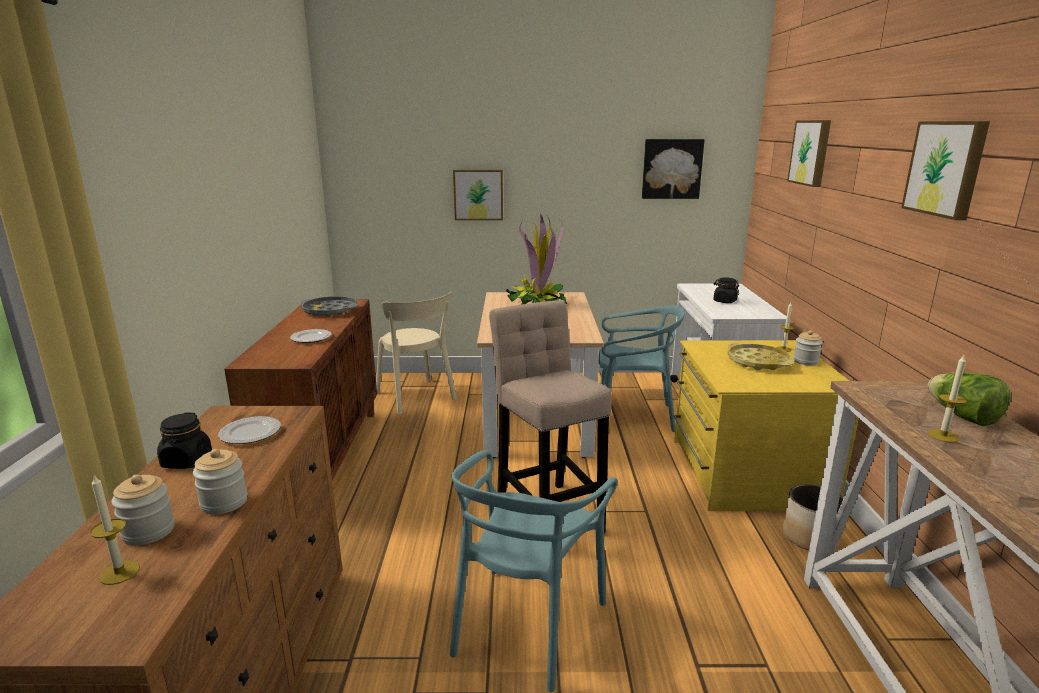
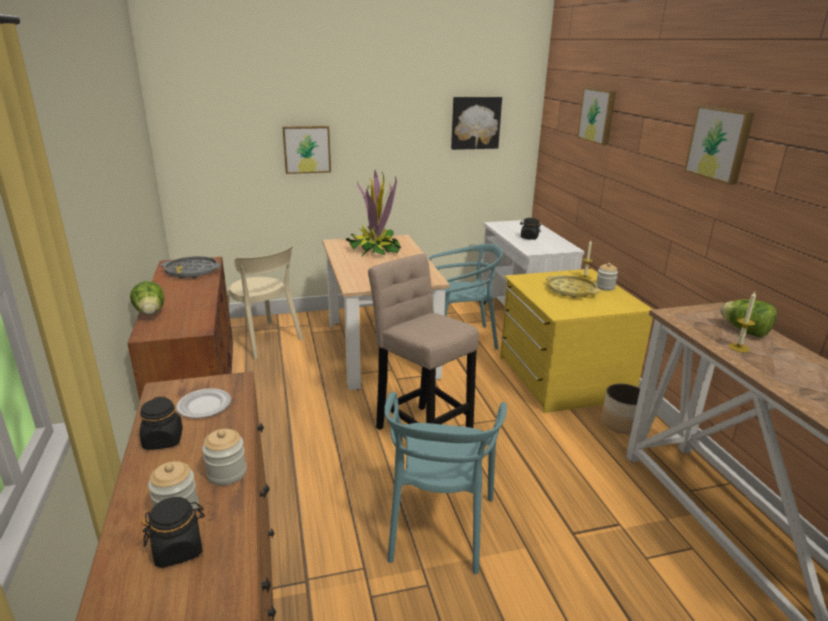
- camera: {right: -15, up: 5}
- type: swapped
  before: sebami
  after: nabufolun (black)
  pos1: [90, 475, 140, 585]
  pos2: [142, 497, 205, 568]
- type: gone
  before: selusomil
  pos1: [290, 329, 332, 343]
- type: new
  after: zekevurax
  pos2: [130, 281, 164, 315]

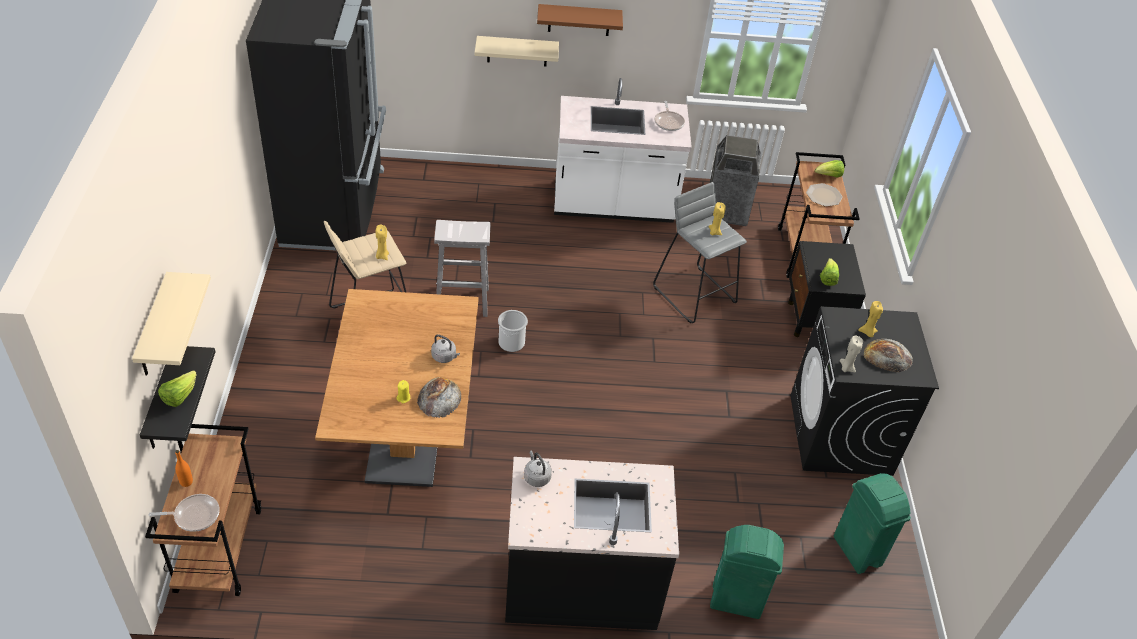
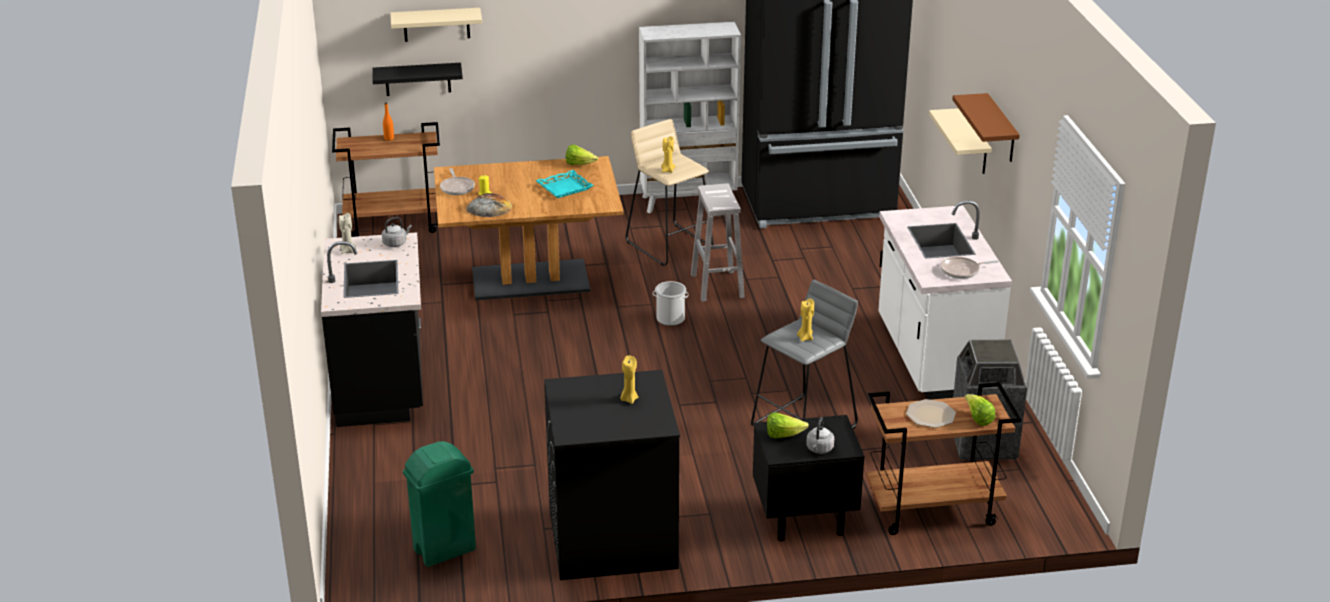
- camera: {right: 85, up: -15}
- type: shifted
  before: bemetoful
  pos1: [149, 494, 220, 532]
  pos2: [440, 168, 475, 195]
- type: shifted
  before: zekevurax
  pos1: [158, 370, 197, 407]
  pos2: [566, 145, 598, 165]
- type: shifted
  before: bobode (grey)
  pos1: [431, 334, 460, 363]
  pos2: [806, 417, 834, 454]
- type: gone
  before: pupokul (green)
  pos1: [710, 525, 784, 619]
- type: shifted
  before: sebami (beige)
  pos1: [840, 336, 863, 372]
  pos2: [339, 213, 356, 254]
- type: gone
  before: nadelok
  pos1: [864, 339, 913, 372]
- type: new
  after: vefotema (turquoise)
  pos2: [535, 170, 594, 198]
- type: new
  after: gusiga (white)
  pos2: [639, 22, 741, 213]

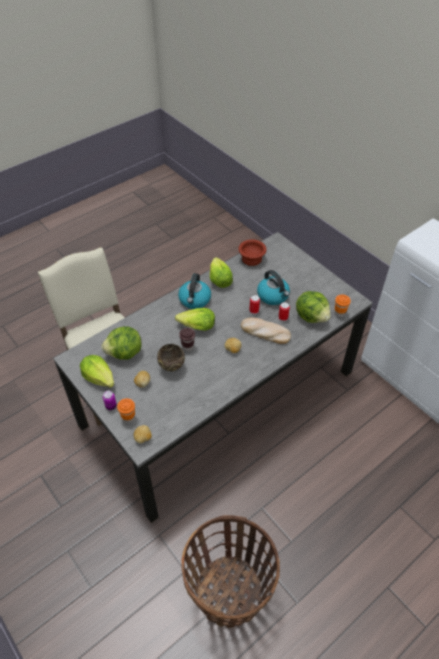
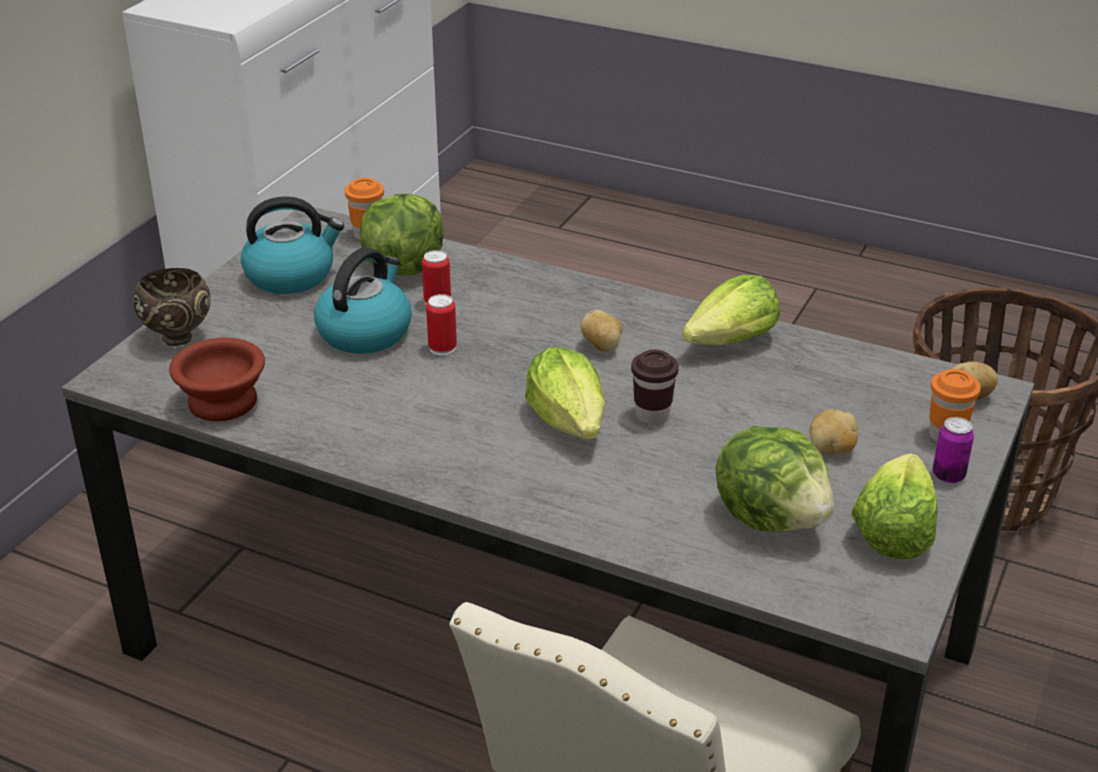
- camera: {right: -115, up: -15}
- type: shifted
  before: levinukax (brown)
  pos1: [157, 344, 185, 372]
  pos2: [133, 268, 211, 346]
- type: shifted
  before: bobode
  pos1: [178, 273, 211, 309]
  pos2: [241, 196, 344, 294]
- type: shifted
  before: zekevurax
  pos1: [210, 257, 233, 288]
  pos2: [682, 275, 780, 345]
- type: gone
  before: nadelok
  pos1: [241, 317, 291, 344]

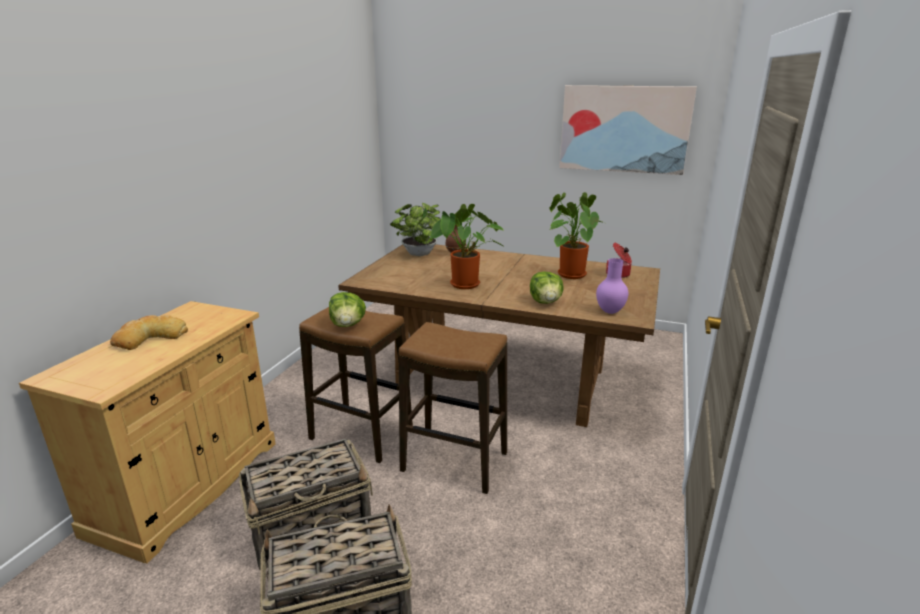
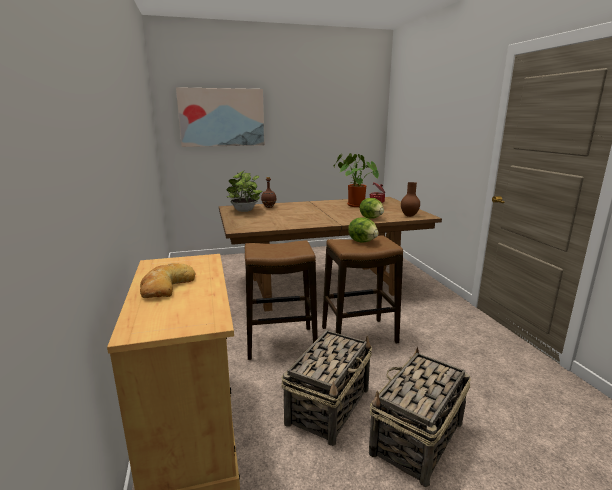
- camera: {right: -35, up: -5}
- type: shifted
  before: zekevurax
  pos1: [329, 292, 366, 327]
  pos2: [348, 217, 379, 243]
- type: gone
  before: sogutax
  pos1: [415, 204, 506, 289]
- type: shifted
  before: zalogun
  pos1: [559, 85, 697, 175]
  pos2: [176, 87, 265, 147]
- type: repainted
  before: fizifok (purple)
  after: fizifok (brown)
  pos1: [596, 258, 628, 314]
  pos2: [401, 182, 420, 217]

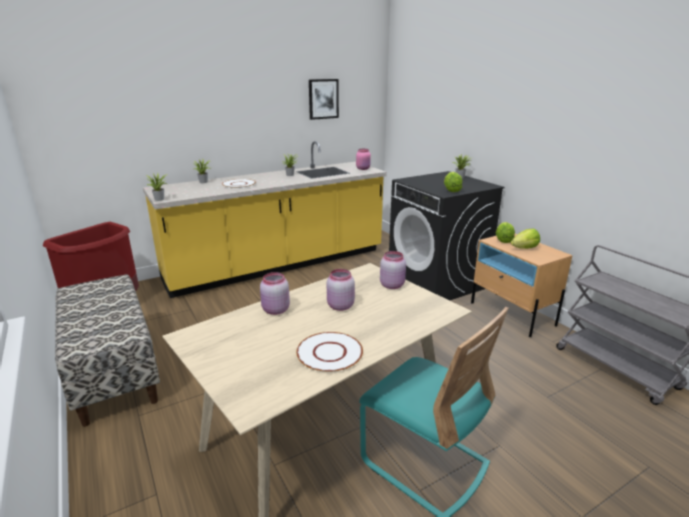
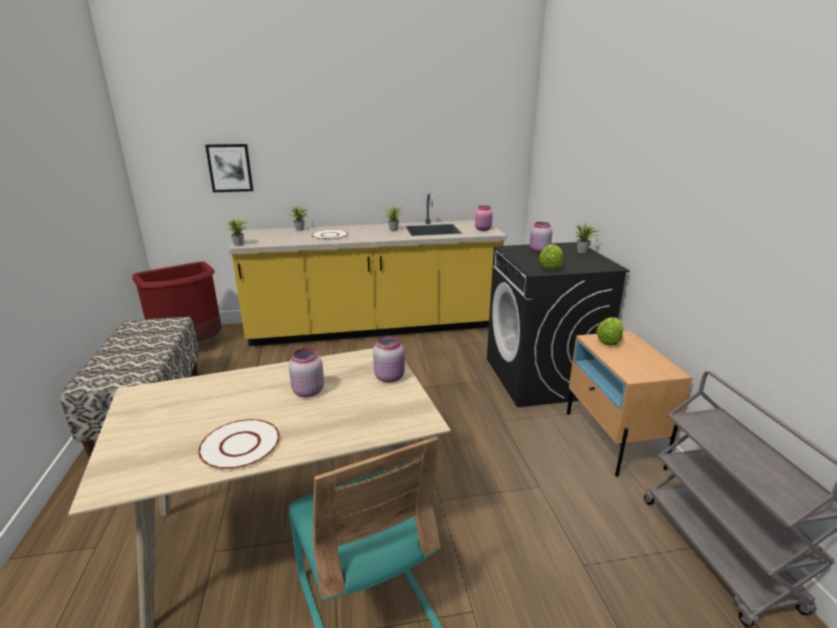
- camera: {right: 20, up: 0}
- type: shifted
  before: nabufolun (pink)
  pos1: [260, 272, 290, 315]
  pos2: [530, 222, 552, 253]
- type: shifted
  before: zalogun
  pos1: [309, 79, 339, 120]
  pos2: [205, 144, 253, 192]
- type: gone
  before: zekevurax
  pos1: [511, 229, 540, 249]

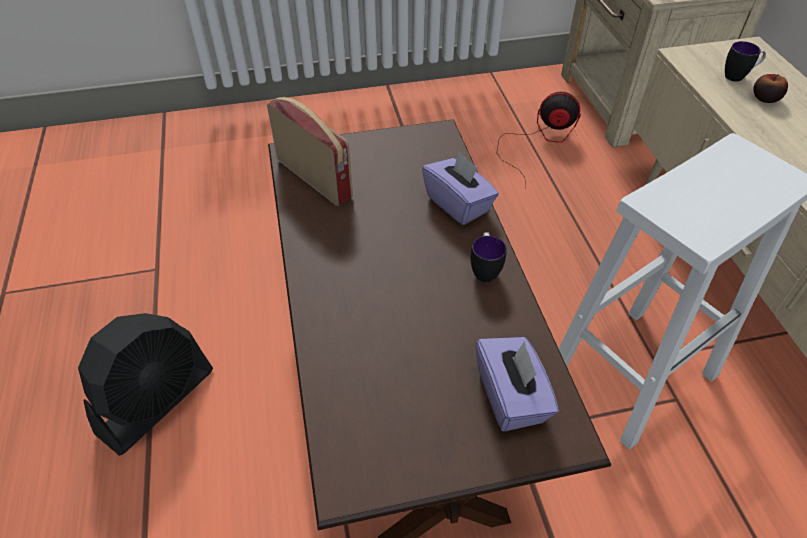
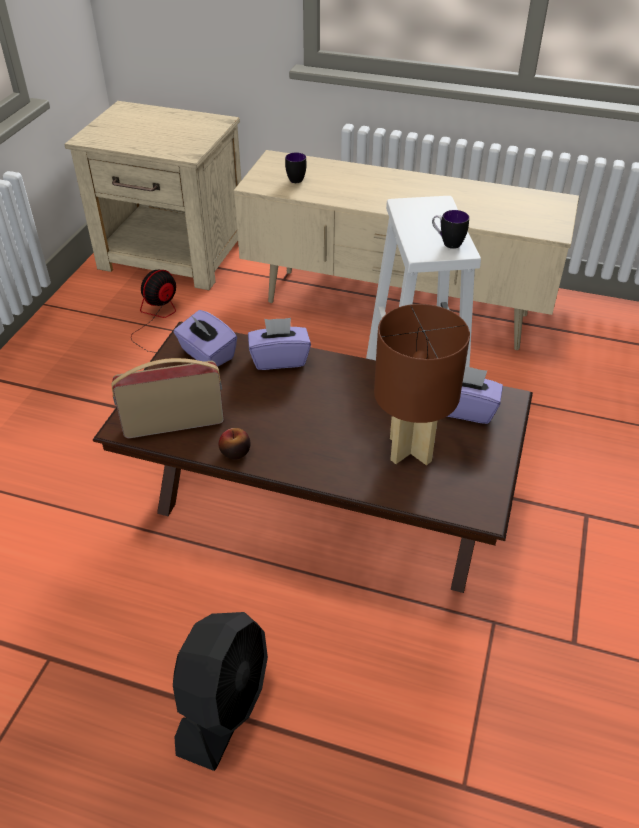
- camera: {right: -60, up: -5}
- type: rotated
  before: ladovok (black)
  pos1: [78, 313, 213, 456]
  pos2: [173, 612, 268, 771]
  turn: 45
- type: shifted
  before: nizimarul
  pos1: [471, 232, 507, 283]
  pos2: [432, 210, 469, 249]
- type: shifted
  before: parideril
  pos1: [754, 74, 788, 103]
  pos2: [219, 428, 250, 460]
- type: new
  after: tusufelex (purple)
  pos2: [174, 310, 237, 367]
- type: new
  after: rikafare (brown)
  pos2: [374, 304, 470, 465]

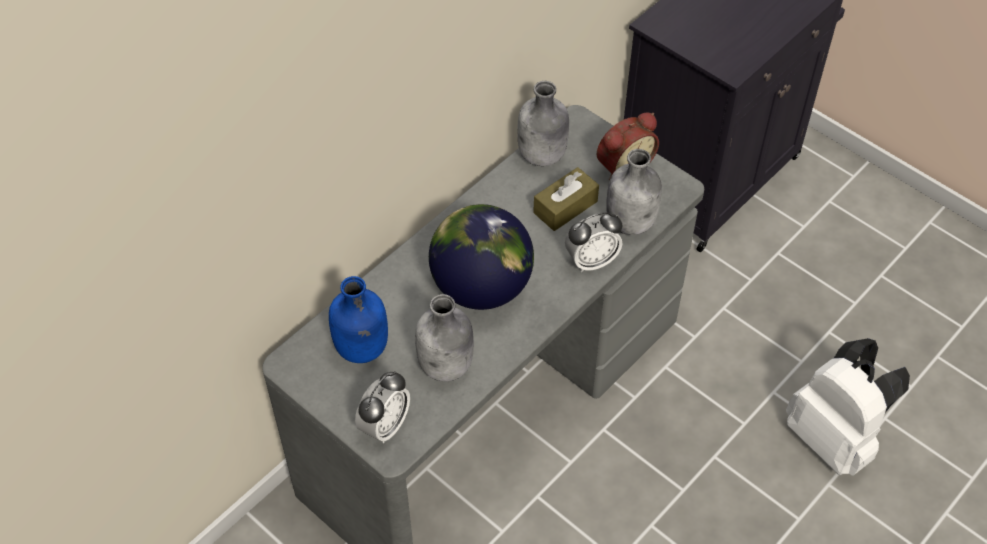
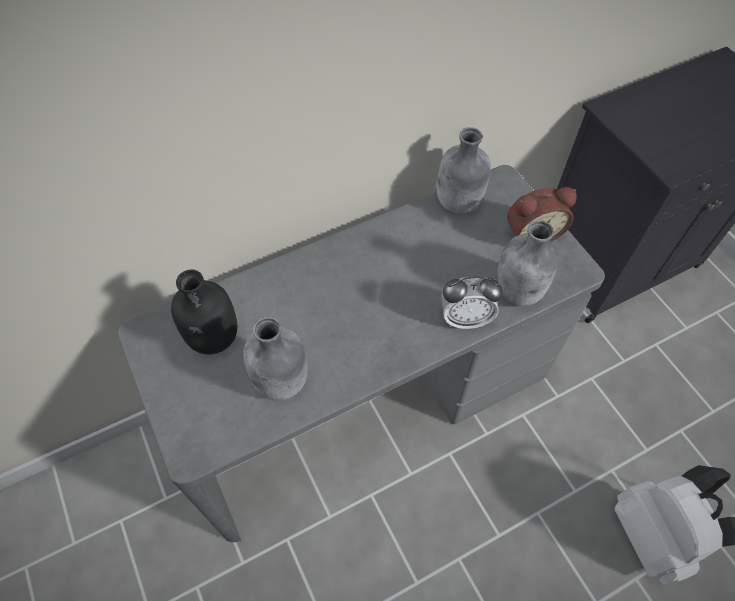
- camera: {right: 20, up: 5}
- type: repainted
  before: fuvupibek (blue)
  after: fuvupibek (black)
  pos1: [329, 276, 388, 363]
  pos2: [171, 270, 237, 355]
- type: gone
  before: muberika
  pos1: [355, 371, 410, 443]
- type: gone
  before: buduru
  pos1: [429, 204, 534, 310]
- type: gone
  before: tusufelex (brown)
  pos1: [533, 167, 599, 231]

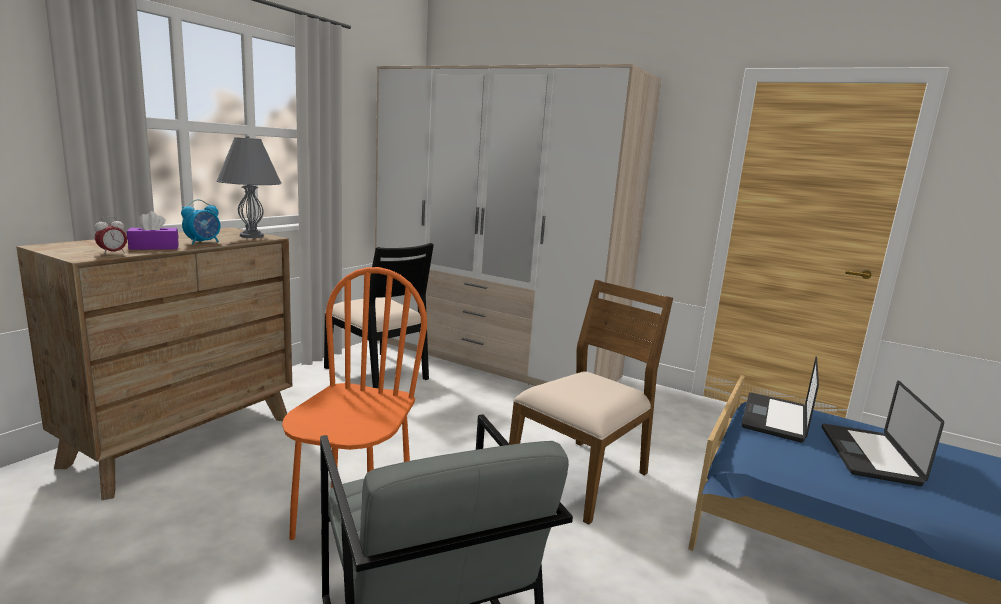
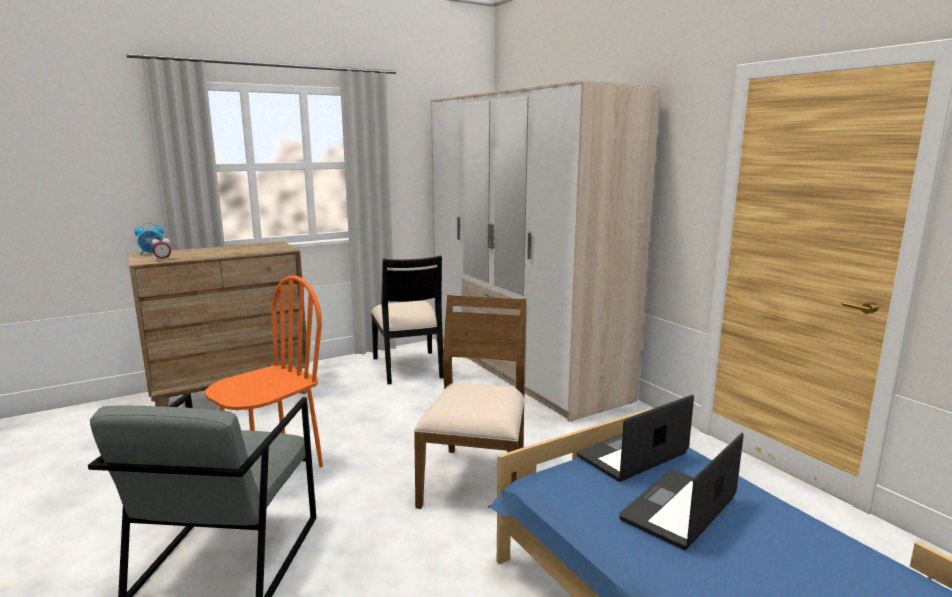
- camera: {right: 30, up: 0}
- type: gone
  before: tusufelex (purple)
  pos1: [127, 211, 179, 250]
- type: shifted
  before: muberika
  pos1: [181, 199, 221, 245]
  pos2: [135, 222, 164, 255]
- type: gone
  before: rikafare (grey)
  pos1: [216, 136, 282, 238]
- type: rotated
  before: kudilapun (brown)
  pos1: [509, 280, 673, 525]
  pos2: [414, 295, 526, 509]
  turn: -60

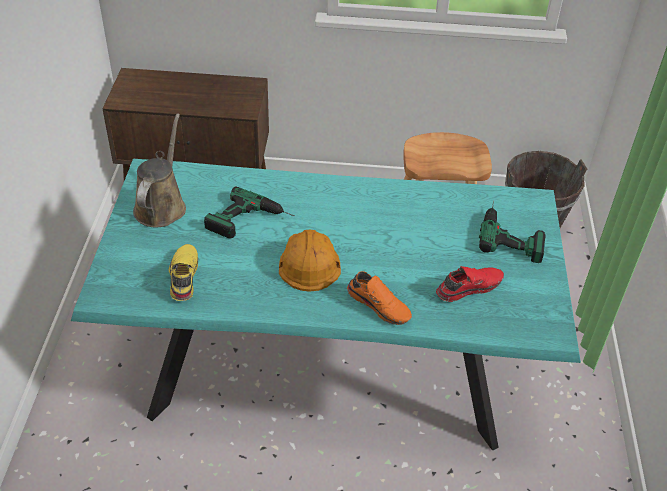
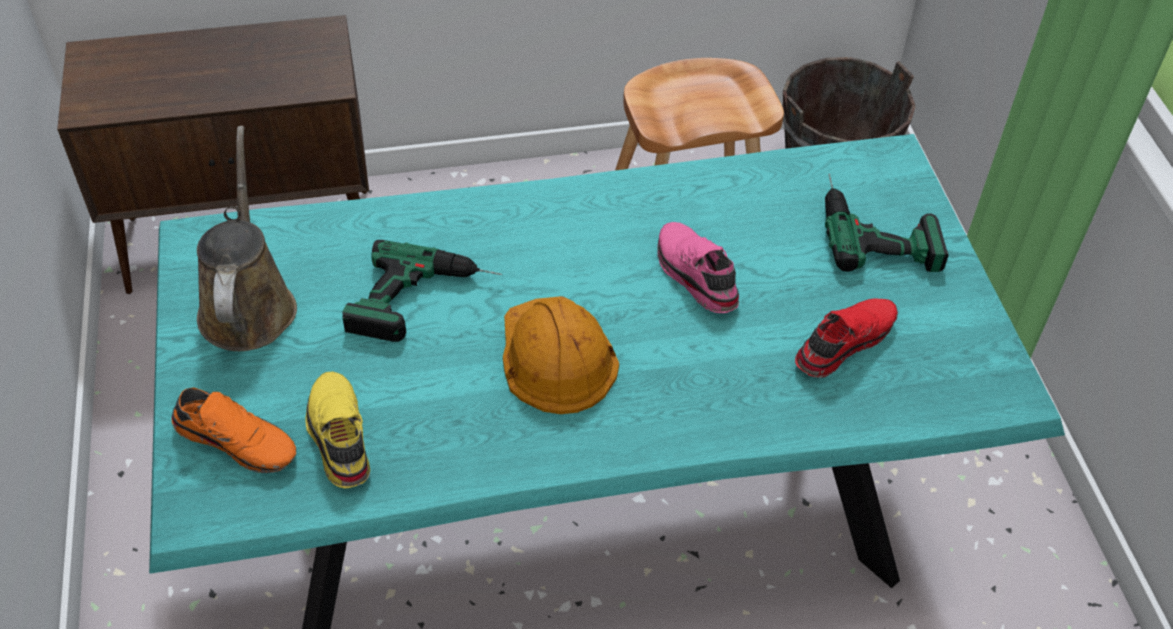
- camera: {right: -15, up: 5}
- type: shifted
  before: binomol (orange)
  pos1: [347, 271, 412, 325]
  pos2: [172, 387, 296, 473]
- type: new
  after: binomol (pink)
  pos2: [657, 222, 739, 313]

